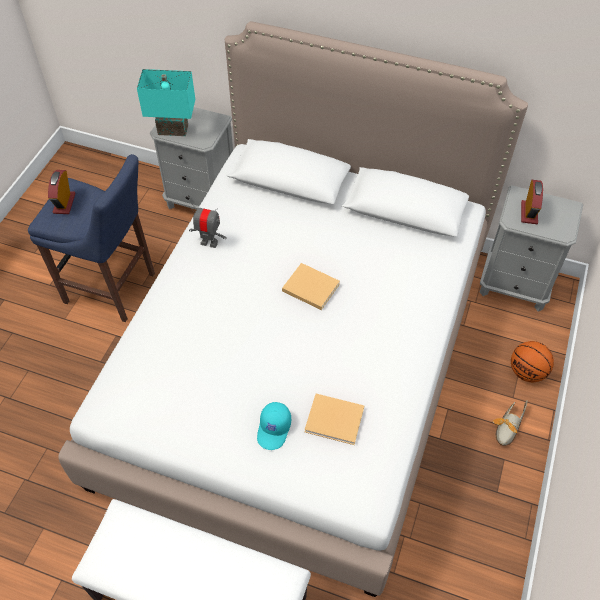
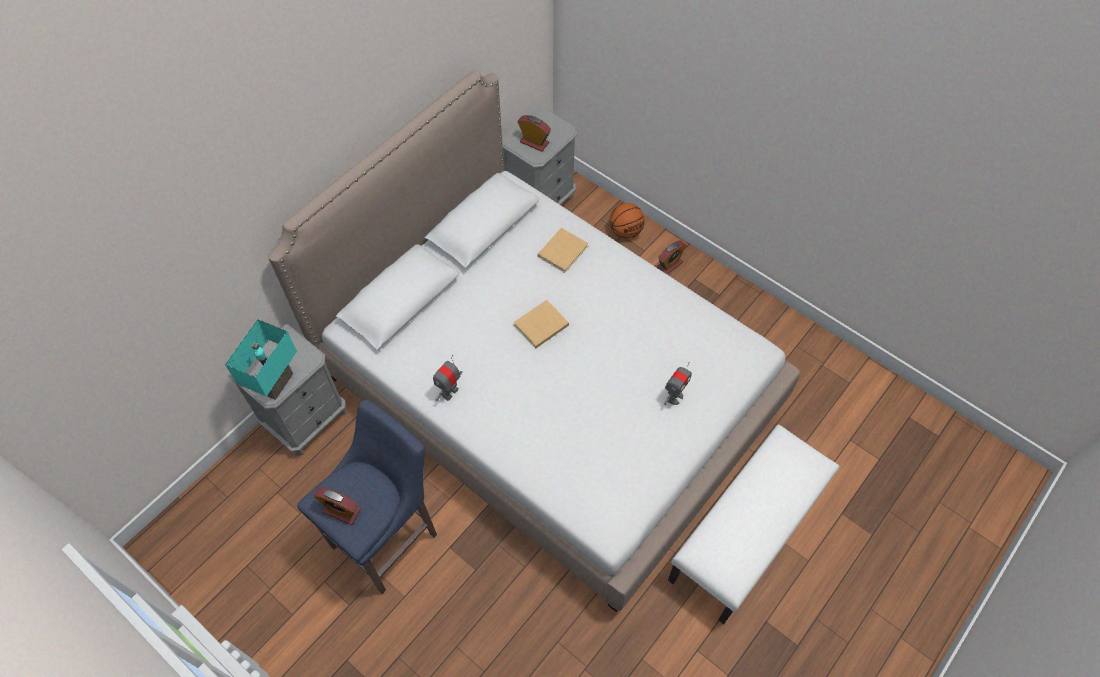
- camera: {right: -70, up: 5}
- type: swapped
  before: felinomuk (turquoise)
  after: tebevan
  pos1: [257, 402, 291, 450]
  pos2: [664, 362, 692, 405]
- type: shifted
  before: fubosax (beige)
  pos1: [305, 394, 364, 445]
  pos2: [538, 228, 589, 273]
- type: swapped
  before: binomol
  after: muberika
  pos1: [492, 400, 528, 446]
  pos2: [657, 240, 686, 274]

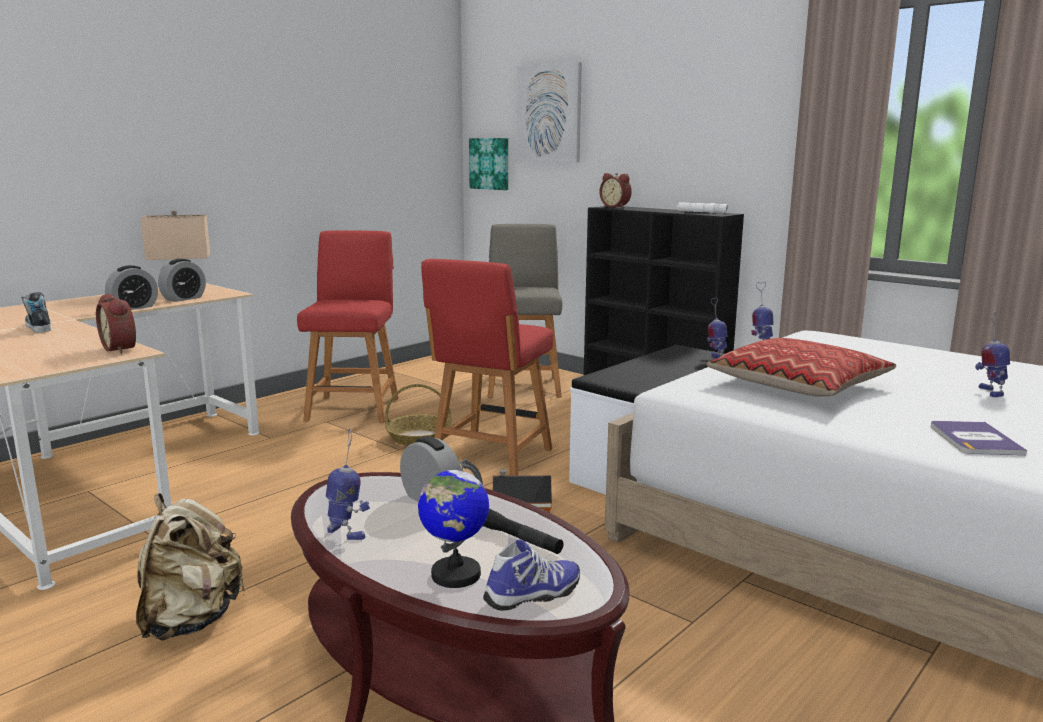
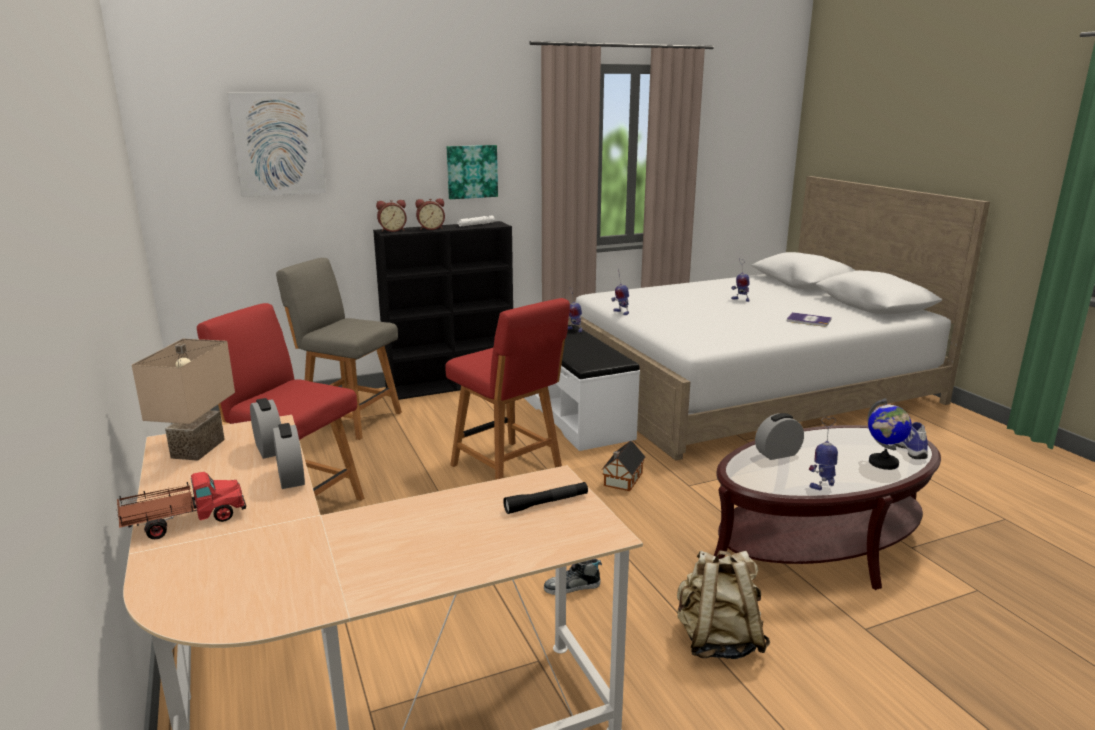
- camera: {right: -65, up: 5}
- type: shifted
  before: binomol
  pos1: [22, 292, 51, 333]
  pos2: [544, 559, 602, 595]
- type: shifted
  before: muberika
  pos1: [96, 294, 136, 354]
  pos2: [416, 198, 445, 230]
- type: gone
  before: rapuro
  pos1: [385, 384, 451, 446]
- type: shifted
  before: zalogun
  pos1: [469, 138, 508, 190]
  pos2: [447, 145, 498, 199]
- type: shifted
  before: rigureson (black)
  pos1: [483, 509, 563, 554]
  pos2: [503, 482, 588, 514]
- type: gone
  before: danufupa
  pos1: [706, 338, 896, 397]
- type: new
  after: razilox
  pos2: [116, 472, 246, 539]

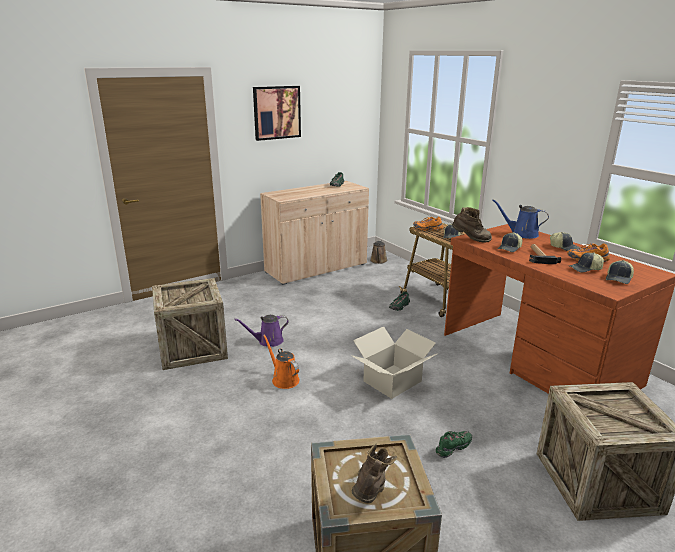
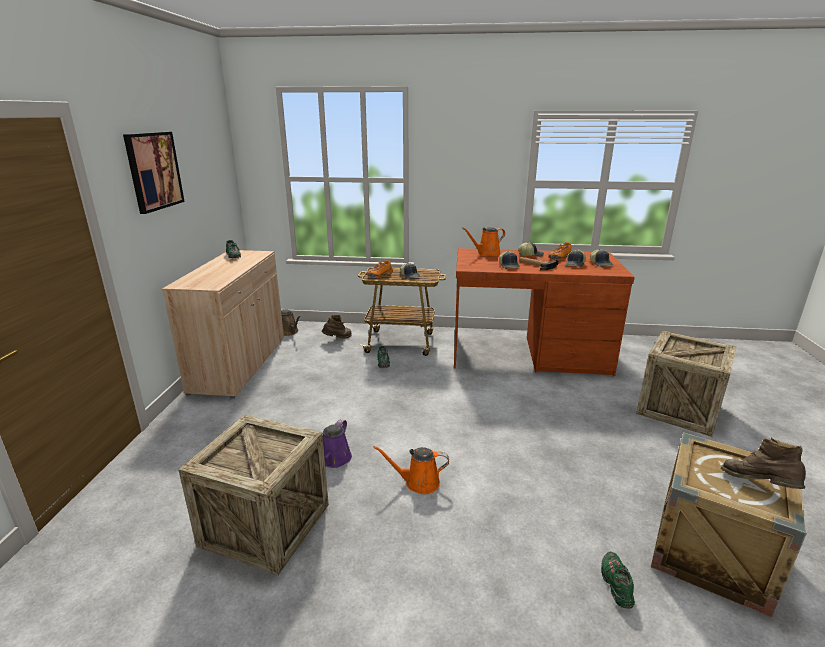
- camera: {right: -50, up: 0}
- type: gone
  before: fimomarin
  pos1: [351, 327, 437, 399]
- type: shifted
  before: binomol (green)
  pos1: [436, 431, 472, 458]
  pos2: [601, 551, 635, 609]
- type: shifted
  before: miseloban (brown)
  pos1: [452, 207, 492, 243]
  pos2: [322, 315, 352, 339]
- type: repainted
  before: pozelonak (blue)
  after: pozelonak (orange)
  pos1: [492, 199, 549, 239]
  pos2: [462, 227, 505, 256]

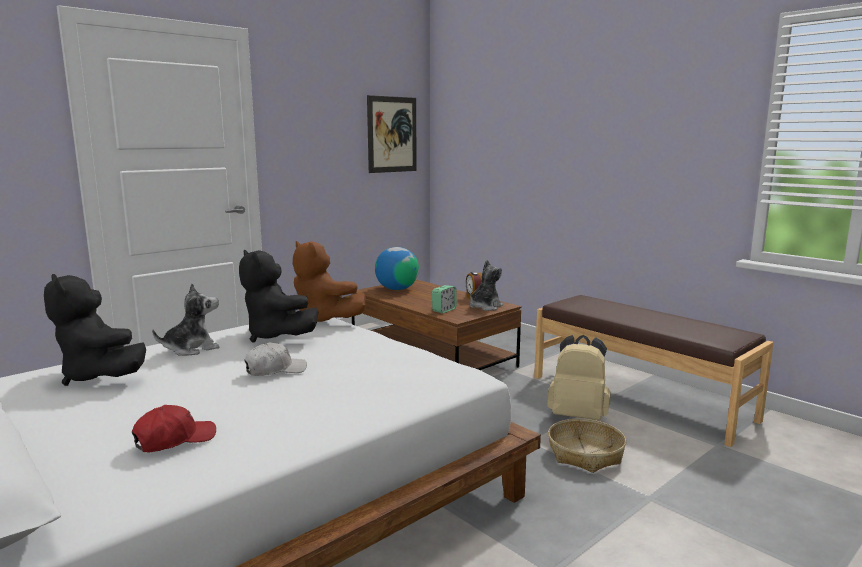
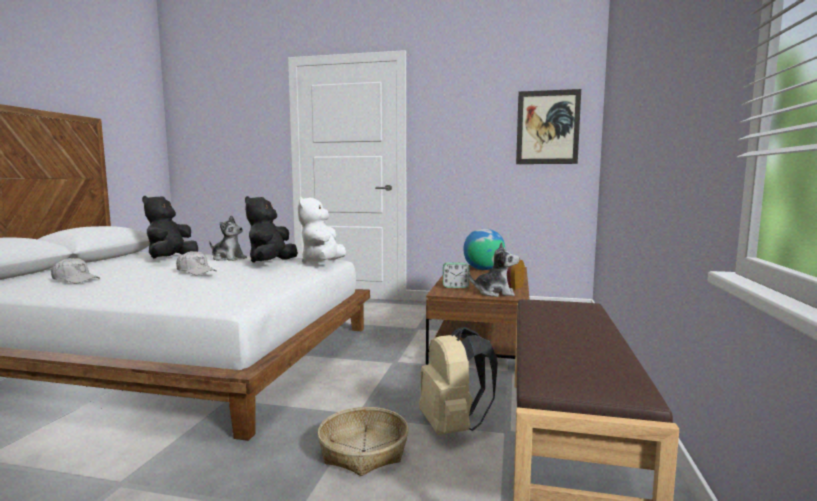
- camera: {right: 55, up: -5}
- type: repainted
  before: felinomuk (red)
  after: felinomuk (white)
  pos1: [132, 405, 216, 453]
  pos2: [51, 258, 100, 283]
- type: repainted
  before: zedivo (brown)
  after: zedivo (white)
  pos1: [293, 241, 365, 322]
  pos2: [298, 197, 346, 263]

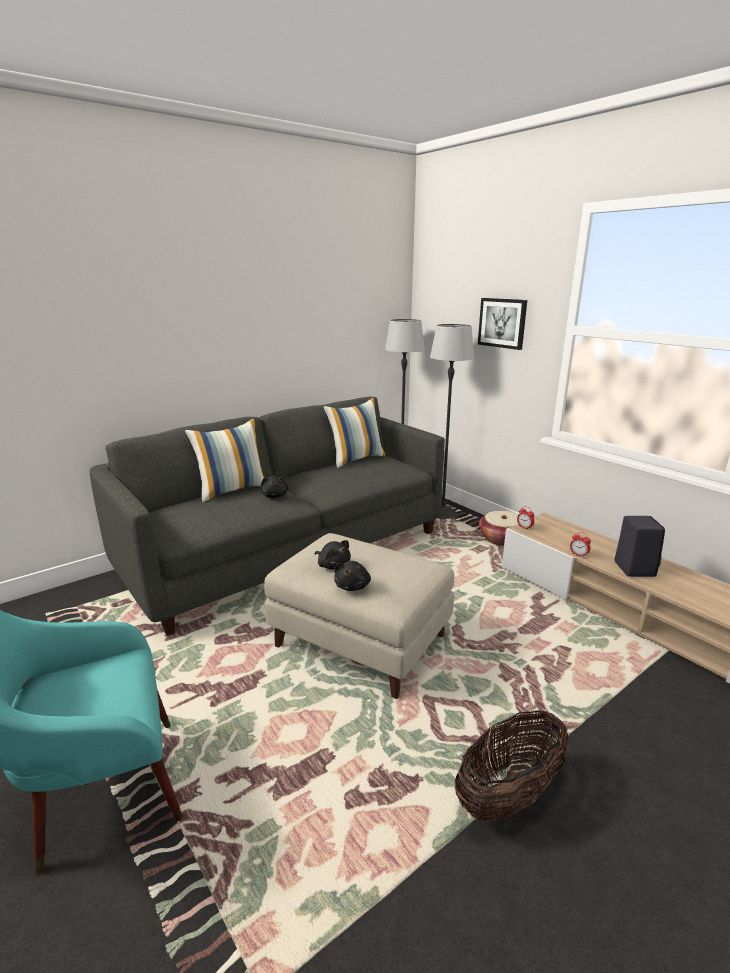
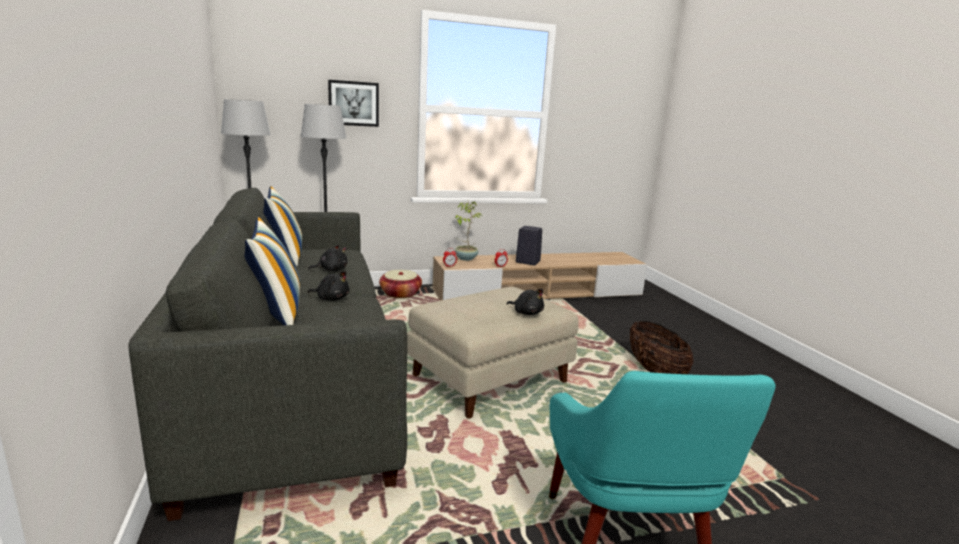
- camera: {right: -70, up: -5}
- type: shifted
  before: zedivo (black)
  pos1: [315, 540, 351, 570]
  pos2: [308, 245, 348, 272]
- type: new
  after: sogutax
  pos2: [455, 201, 482, 261]

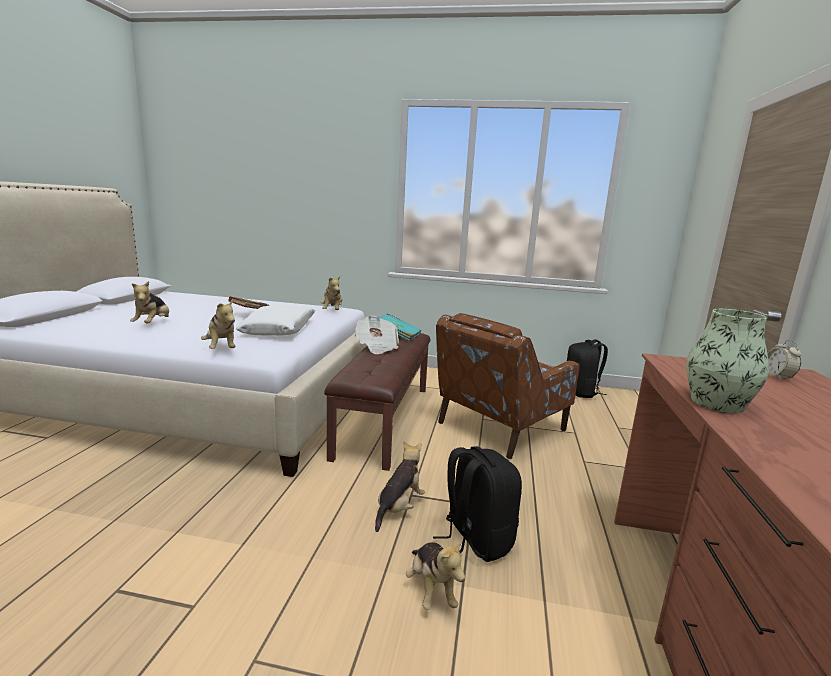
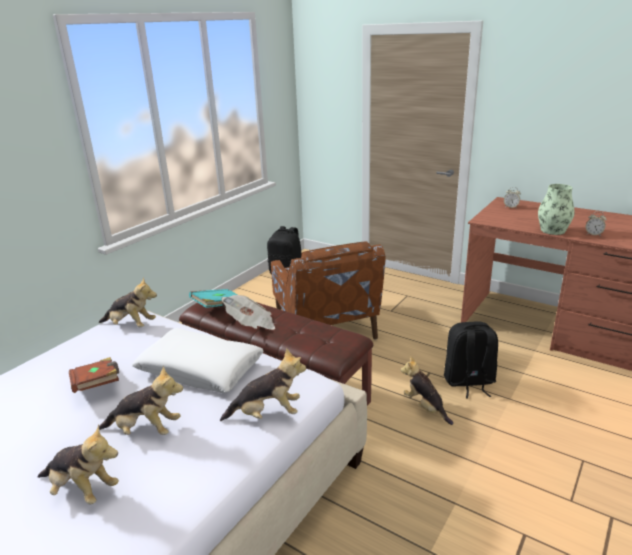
- camera: {right: -65, up: 10}
- type: shifted
  before: zedivo
  pos1: [406, 541, 465, 610]
  pos2: [99, 366, 183, 435]
- type: new
  after: muberika
  pos2: [585, 212, 607, 236]

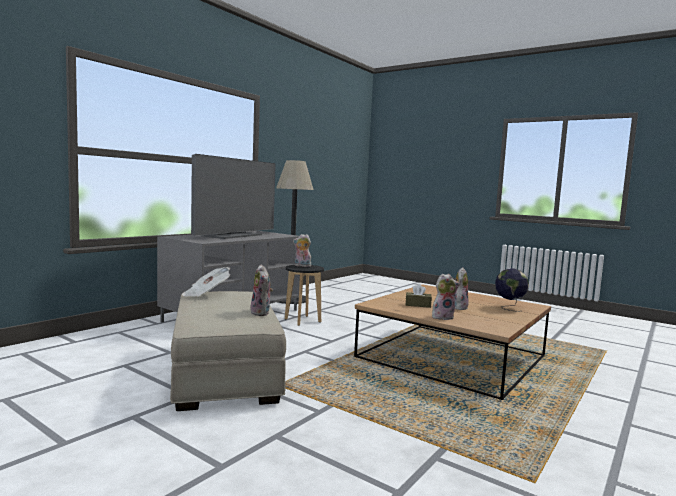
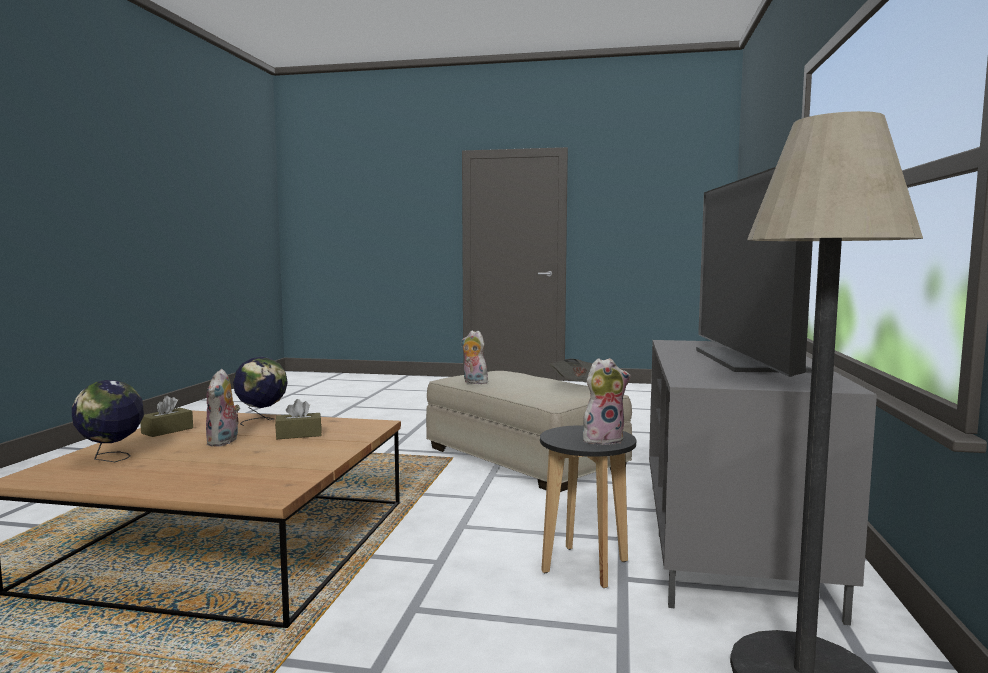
- camera: {right: 155, up: 0}
- type: swapped
  before: zedivo
  after: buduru
  pos1: [432, 274, 460, 320]
  pos2: [233, 357, 288, 426]
- type: new
  after: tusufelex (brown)
  pos2: [140, 396, 193, 437]

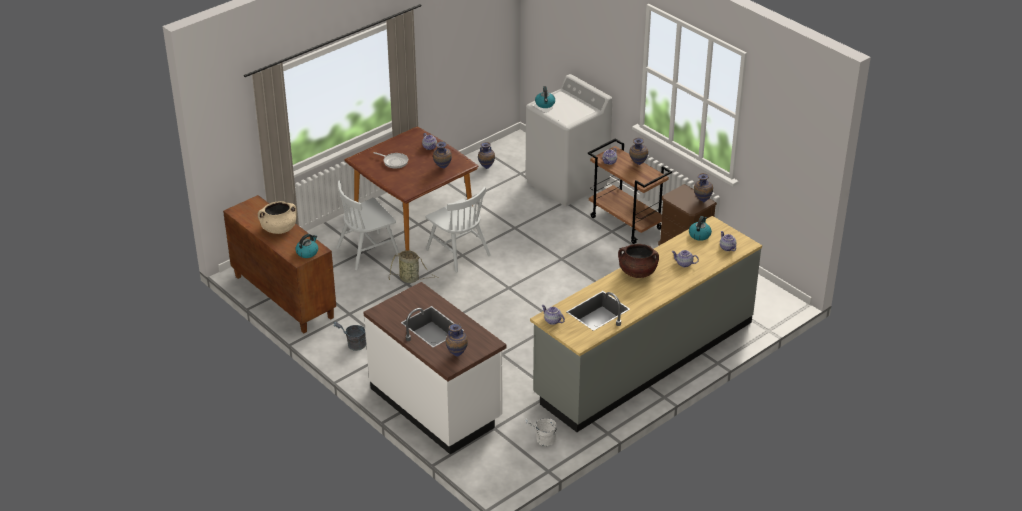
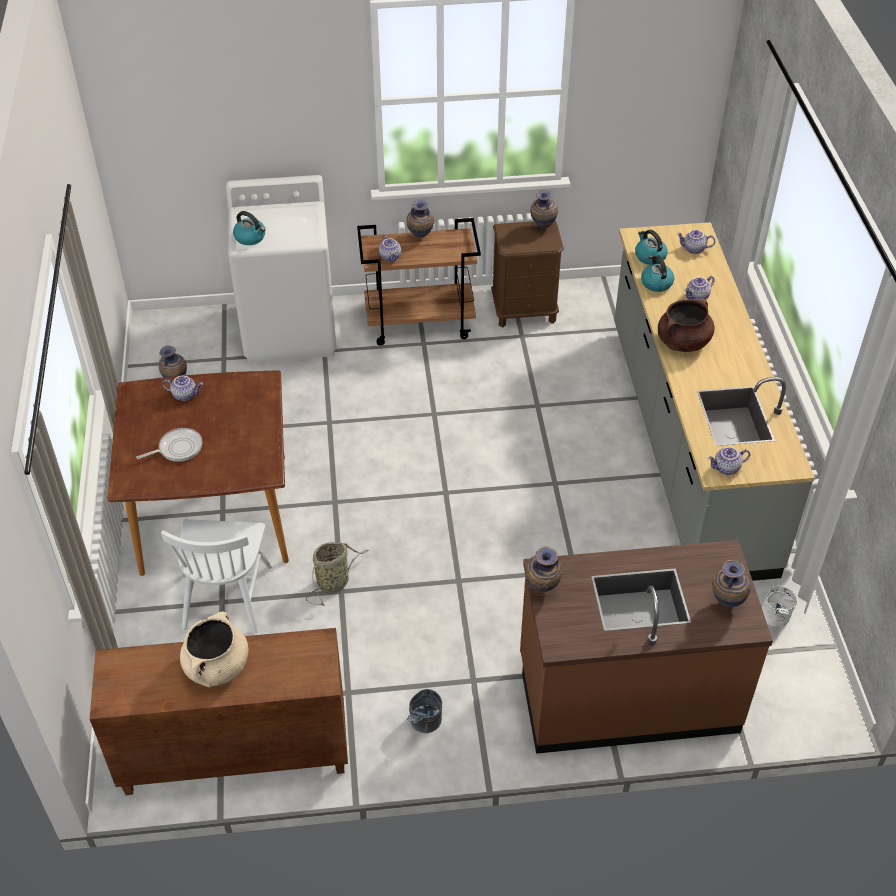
- camera: {right: -55, up: 10}
- type: shifted
  before: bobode
  pos1: [295, 234, 318, 258]
  pos2: [641, 256, 674, 292]
- type: repainted
  before: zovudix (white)
  after: zovudix (brown)
  pos1: [364, 282, 506, 454]
  pos2: [520, 540, 773, 754]
- type: gone
  before: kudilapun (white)
  pos1: [426, 187, 491, 272]
- type: shifted
  before: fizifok
  pos1: [433, 141, 452, 168]
  pos2: [525, 546, 562, 592]

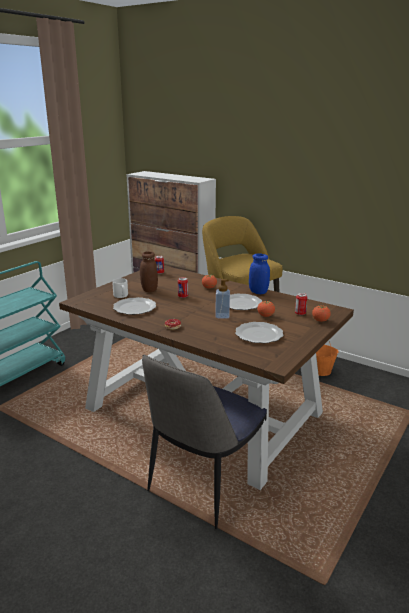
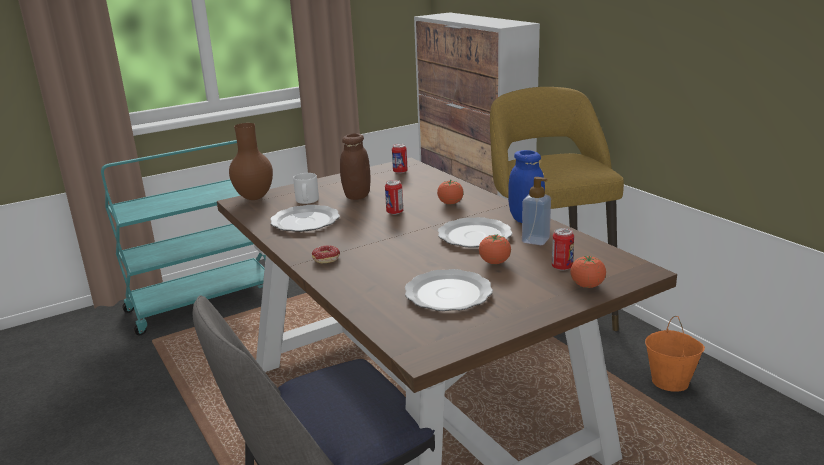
- camera: {right: 25, up: 0}
- type: shifted
  before: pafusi
  pos1: [215, 279, 230, 319]
  pos2: [522, 177, 551, 245]
- type: new
  after: fizifok (brown)
  pos2: [229, 123, 273, 200]

